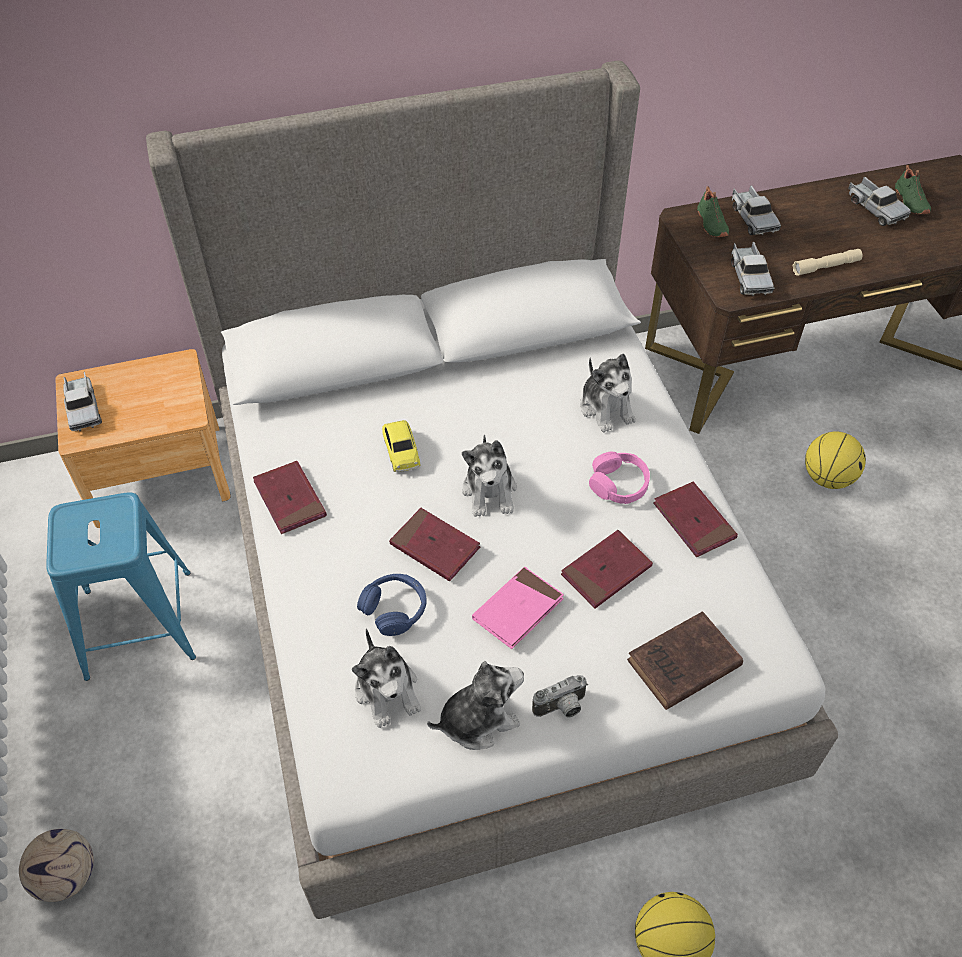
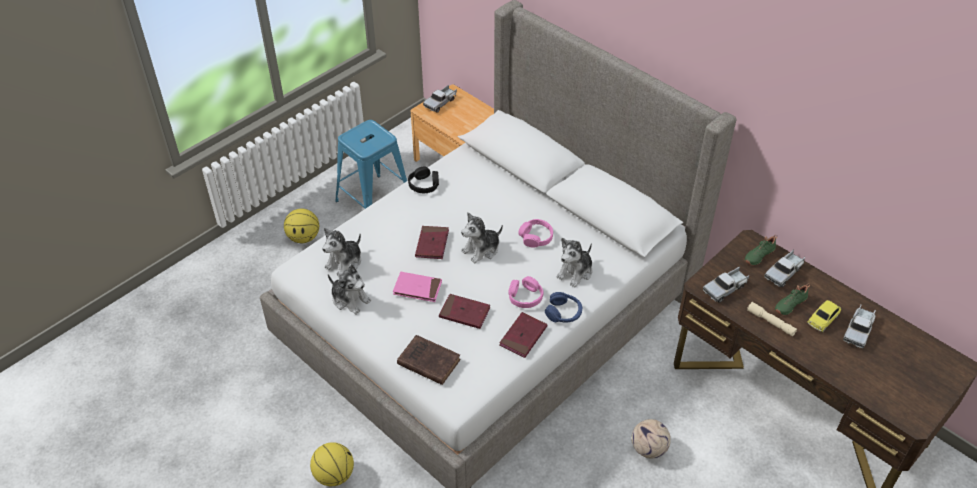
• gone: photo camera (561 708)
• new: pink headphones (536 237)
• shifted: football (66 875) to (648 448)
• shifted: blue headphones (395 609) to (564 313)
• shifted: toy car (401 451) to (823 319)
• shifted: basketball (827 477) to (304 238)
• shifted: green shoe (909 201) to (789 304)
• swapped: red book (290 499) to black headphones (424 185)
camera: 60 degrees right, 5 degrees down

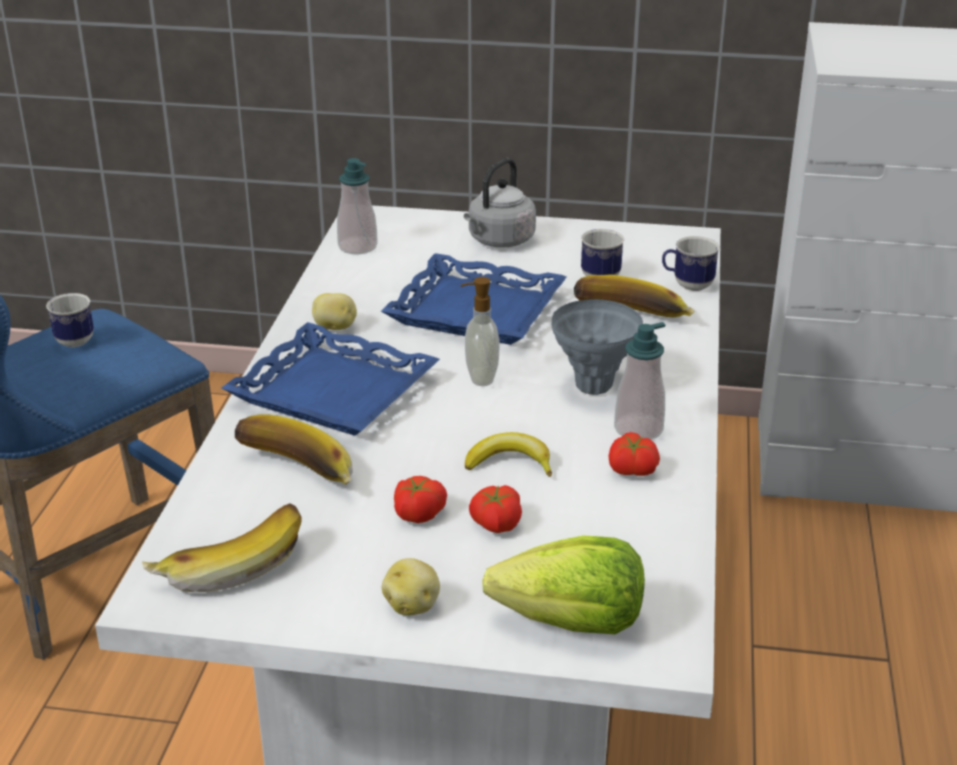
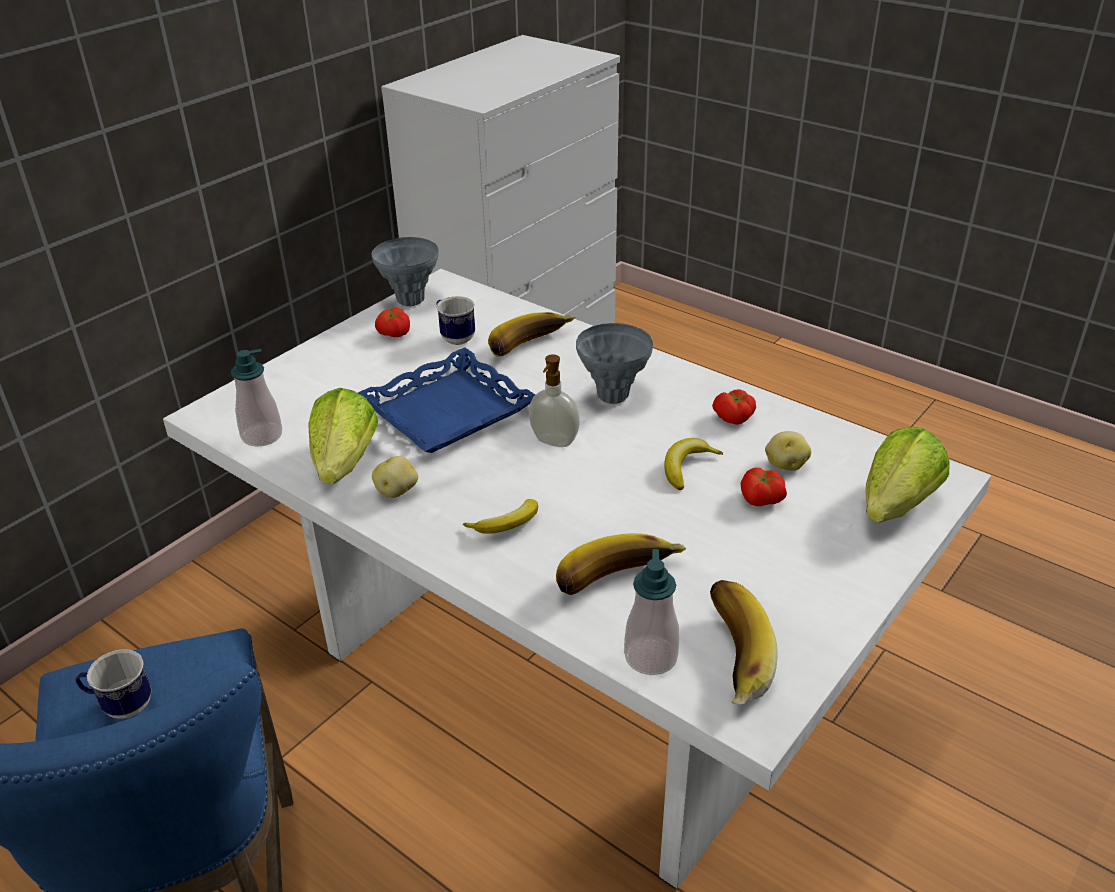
• gone: grey kettle (499 241)
• gone: mug (687 285)
• new: lettuce (344 463)
• new: grey vase (410 301)
• shifted: potato (412 605) to (785 464)
• shifted: tomato (417 513) to (393 333)
• shifted: soap dispenser (638 429) to (650 657)
• swapped: blue tray (332 392) to banana (507 525)
camera: 60 degrees left, 5 degrees up

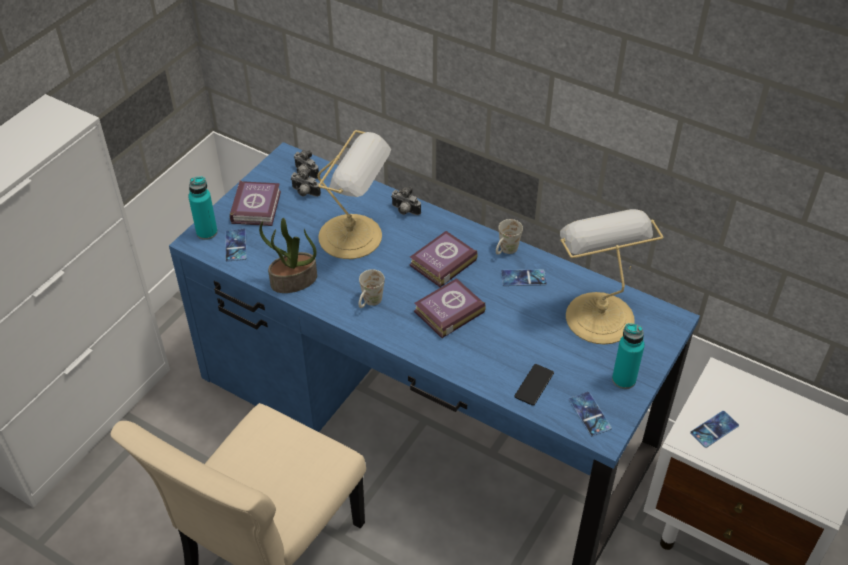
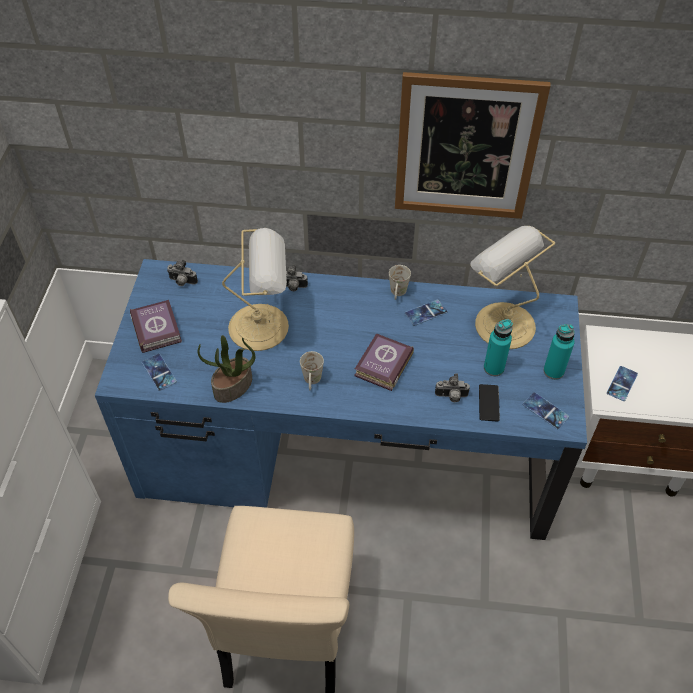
• gone: book (441 263)
• new: picture (466 148)
• shifted: turquoise bottle (207 232) to (493 368)
• shifted: photo camera (304 193) to (451 397)
camera: 25 degrees left, 5 degrees up

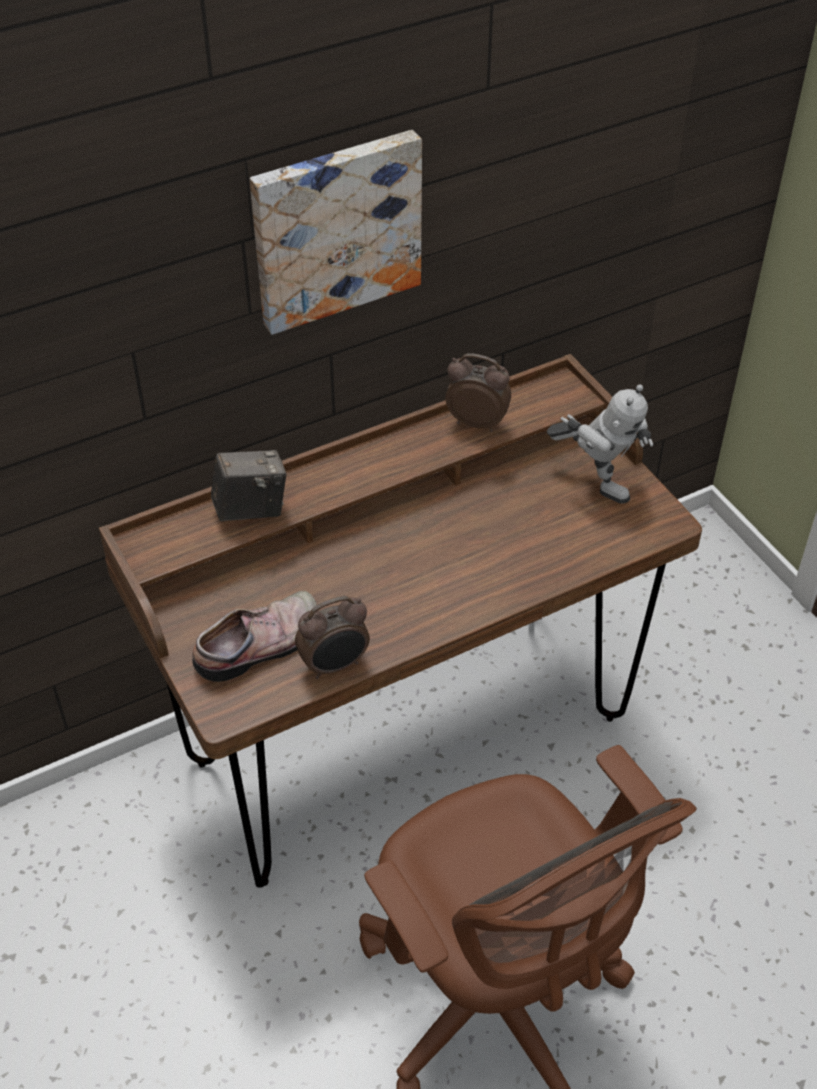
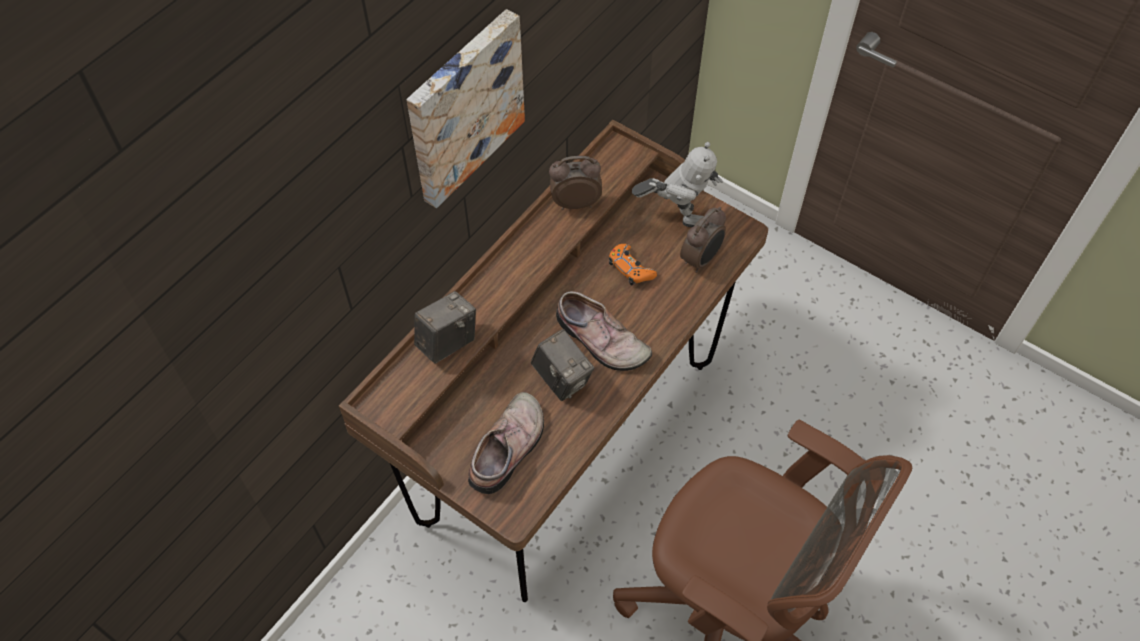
• new: photo camera (562 379)
• new: shoe (600 341)
• new: orange game controller (631 268)
• shifted: alarm clock (335 665) to (701 259)
camera: 25 degrees left, 10 degrees up

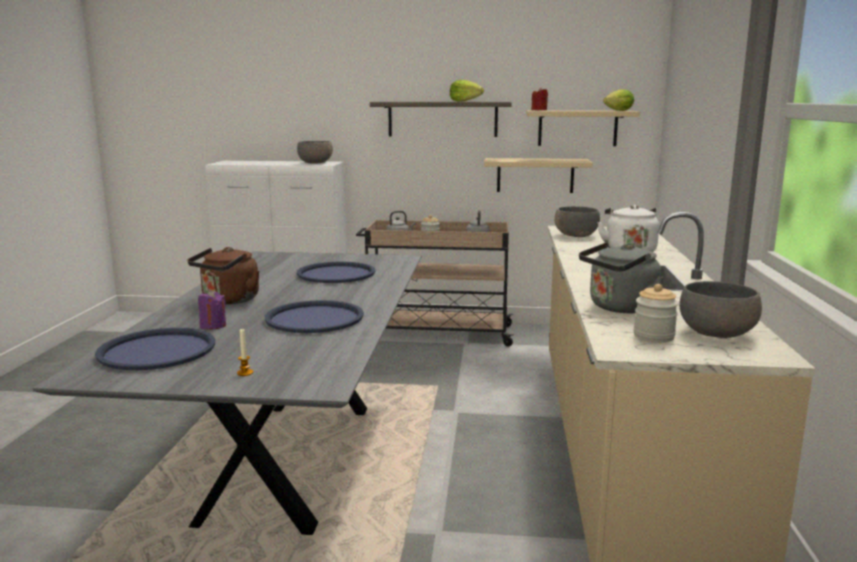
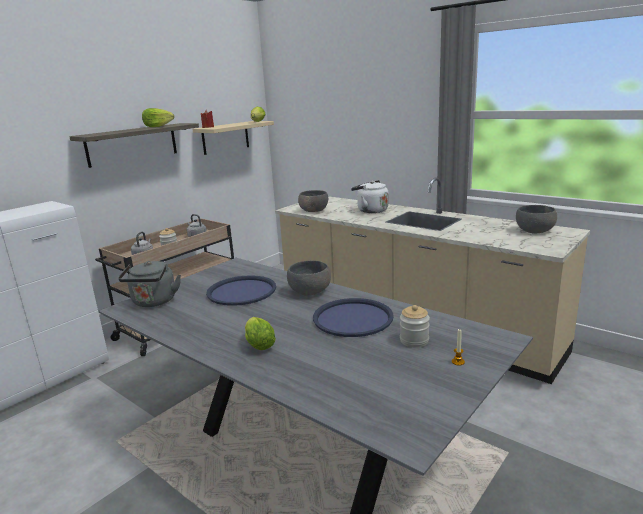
• gone: blue tray (157 351)
• gone: purple candle (213 325)
• gone: beige shelf (535 175)
• shifted: grey bowl (315 163) to (310 291)
• shifted: grey kettle (619 308) to (154 302)
• shifted: jar (653 336) to (414 340)
• swapped: brown kettle (228 301) to lettuce (258 344)
camera: 55 degrees left, 5 degrees up

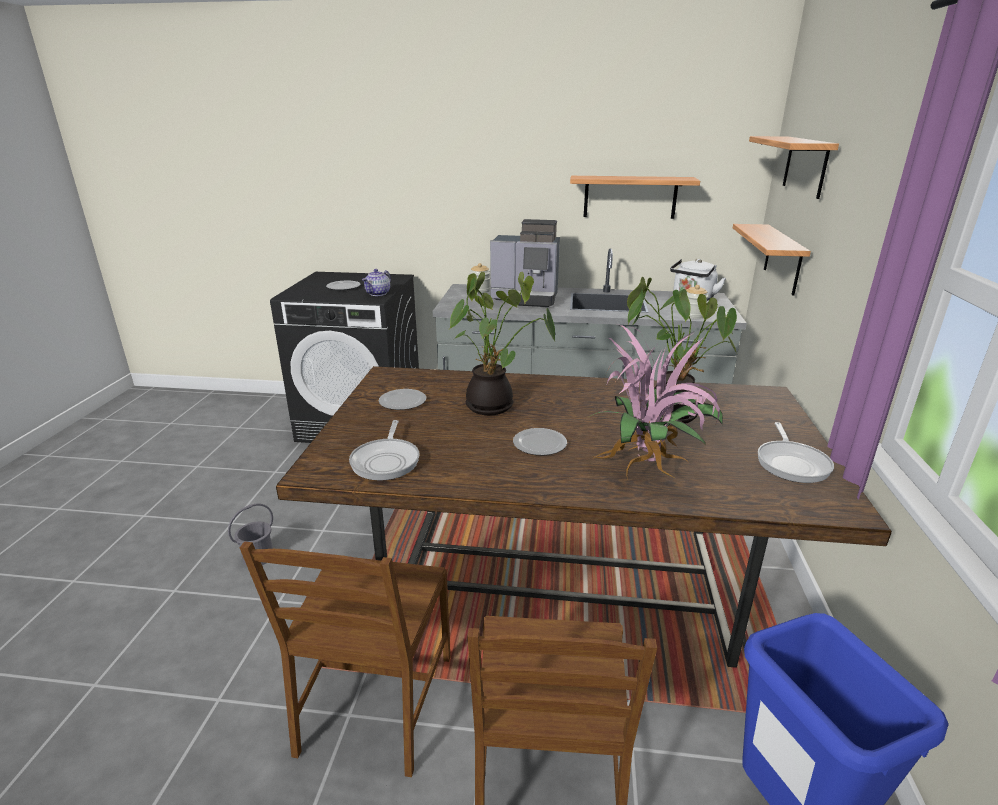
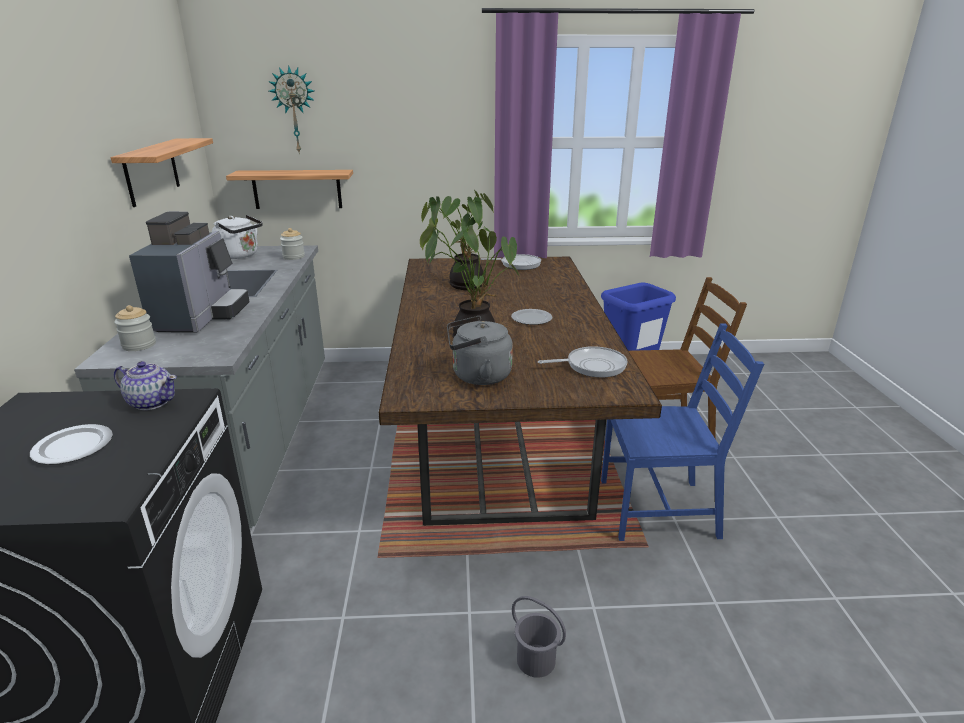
• gone: potted plant (647 468)
• swapped: plate (403 401) to grey kettle (477 376)
• swapped: shelf (805 166) to wall clock (294 110)
• repainted: brown chair (375 704) to blue chair (659 509)
camera: 100 degrees left, 0 degrees up

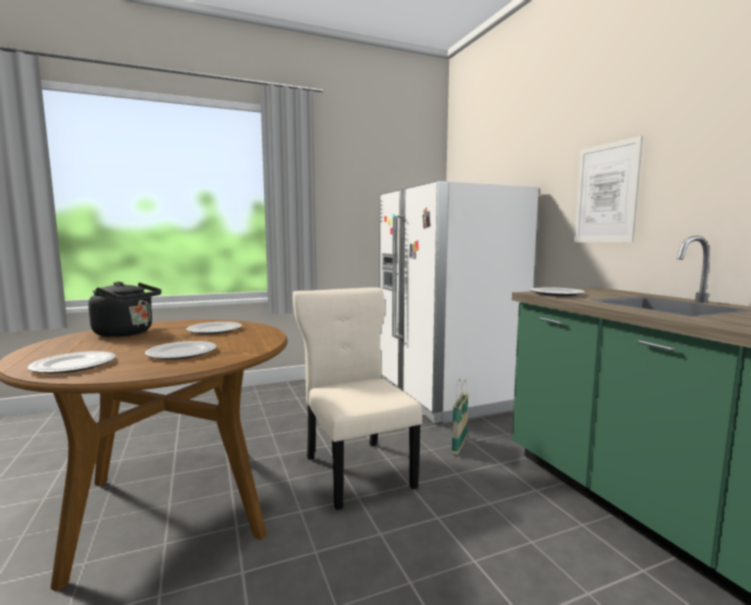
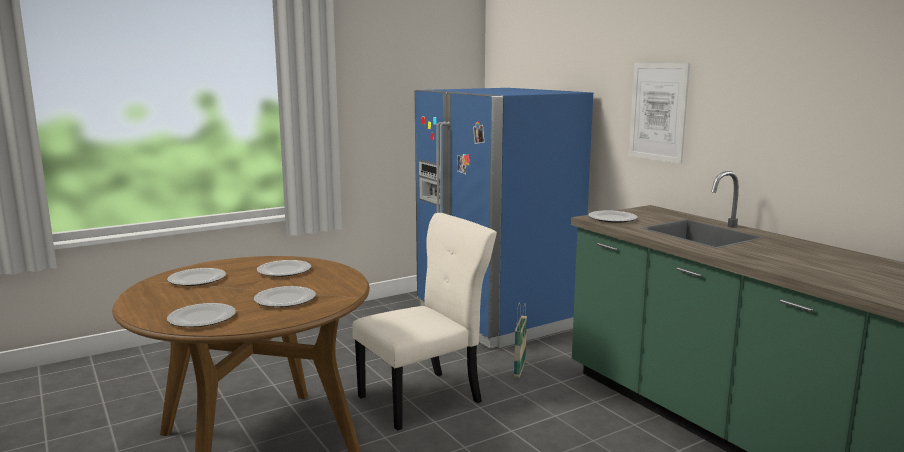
• swapped: black kettle (127 333) to plate (197 279)
• repainted: white fridge (446 395) to blue fridge (496 317)
• rotated: beige chair (357 469) = (424 398) 90 degrees clockwise
camera: 10 degrees left, 5 degrees up

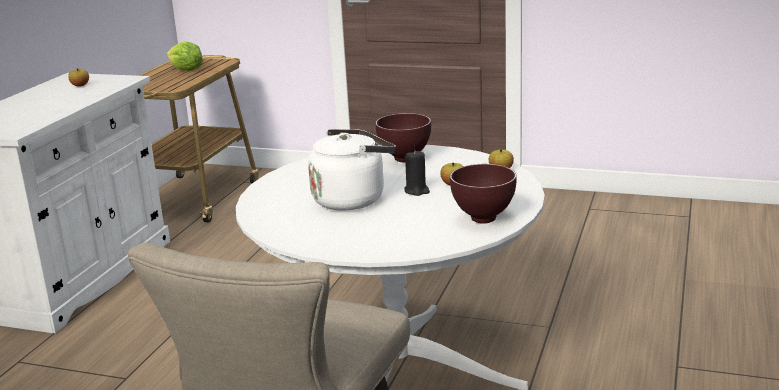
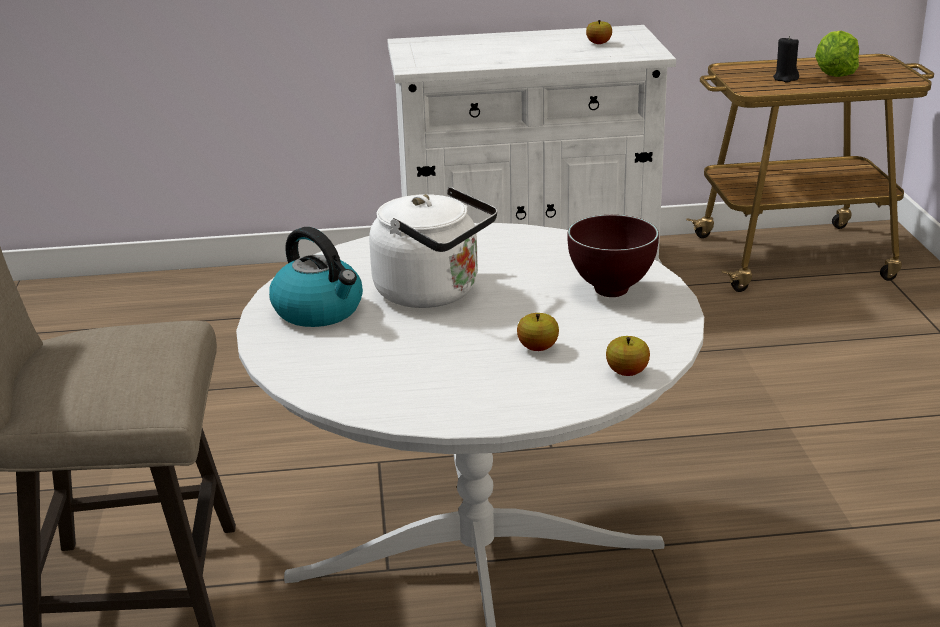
• gone: brown bowl (482 220)
• new: kettle (319 311)
• shifted: black candle (417 191) to (785 78)
camera: 65 degrees right, 5 degrees up

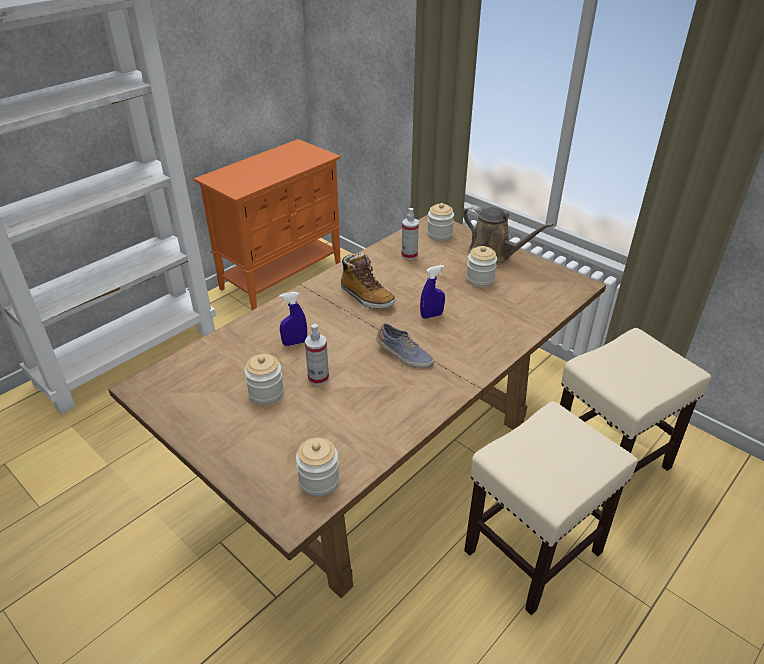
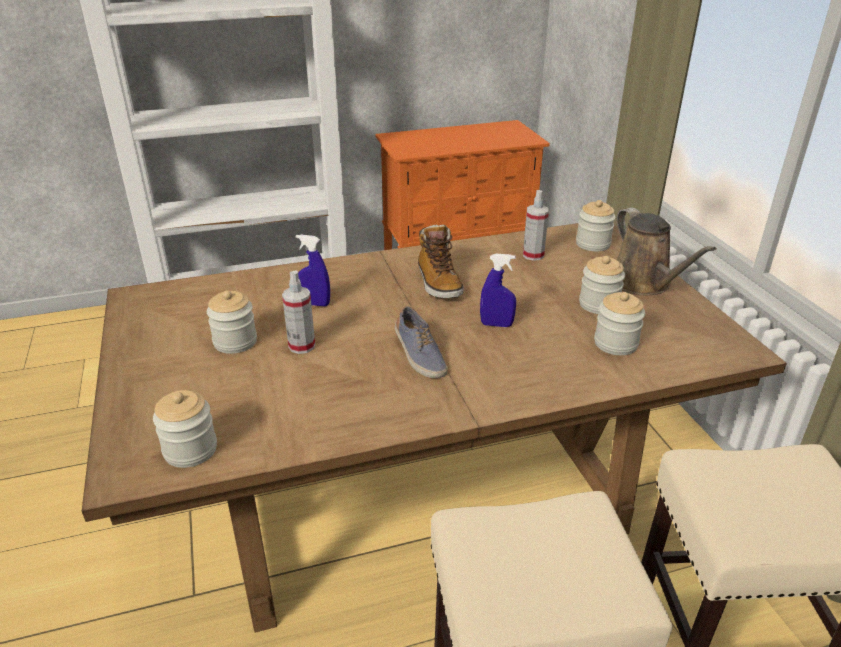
• new: jar (615 343)
camera: 30 degrees right, 5 degrees down

